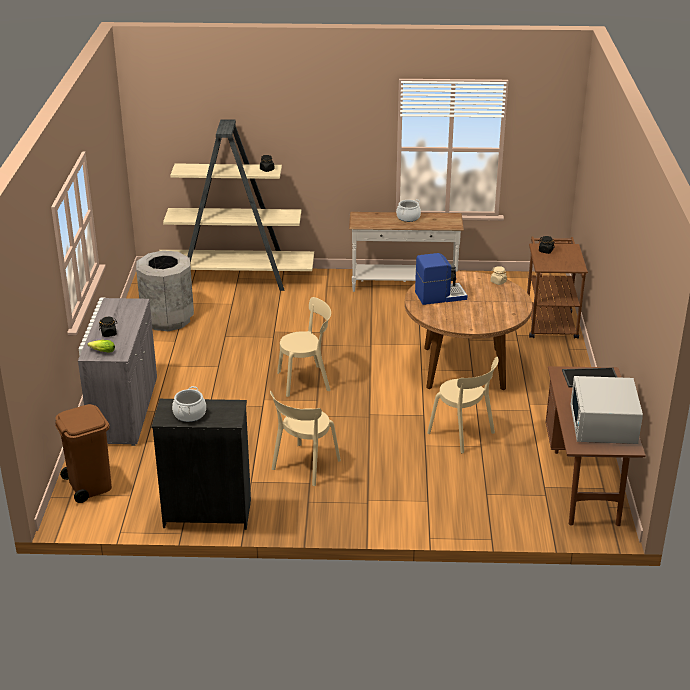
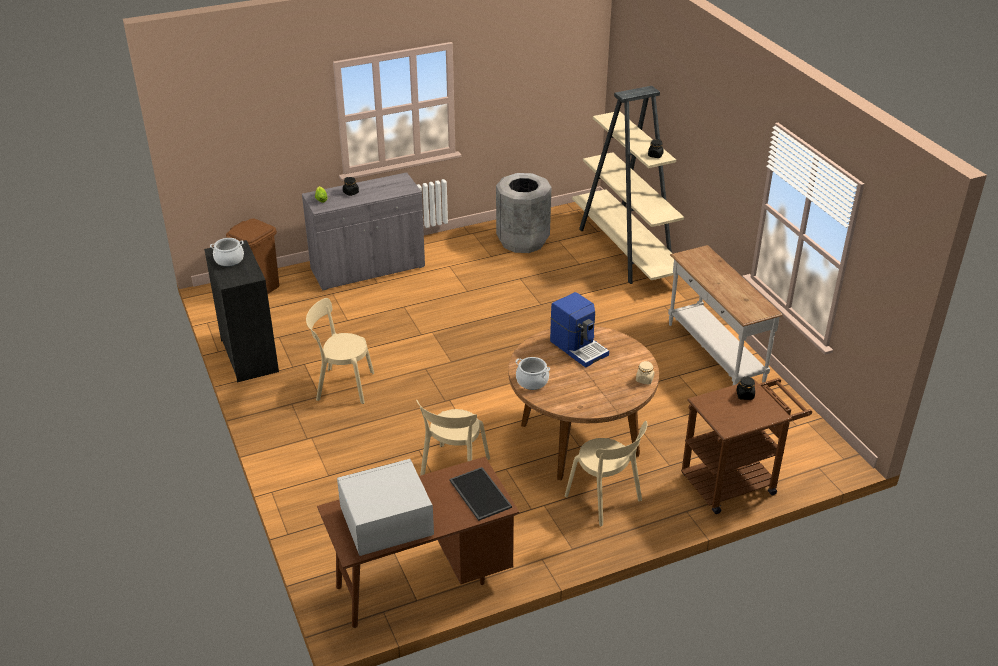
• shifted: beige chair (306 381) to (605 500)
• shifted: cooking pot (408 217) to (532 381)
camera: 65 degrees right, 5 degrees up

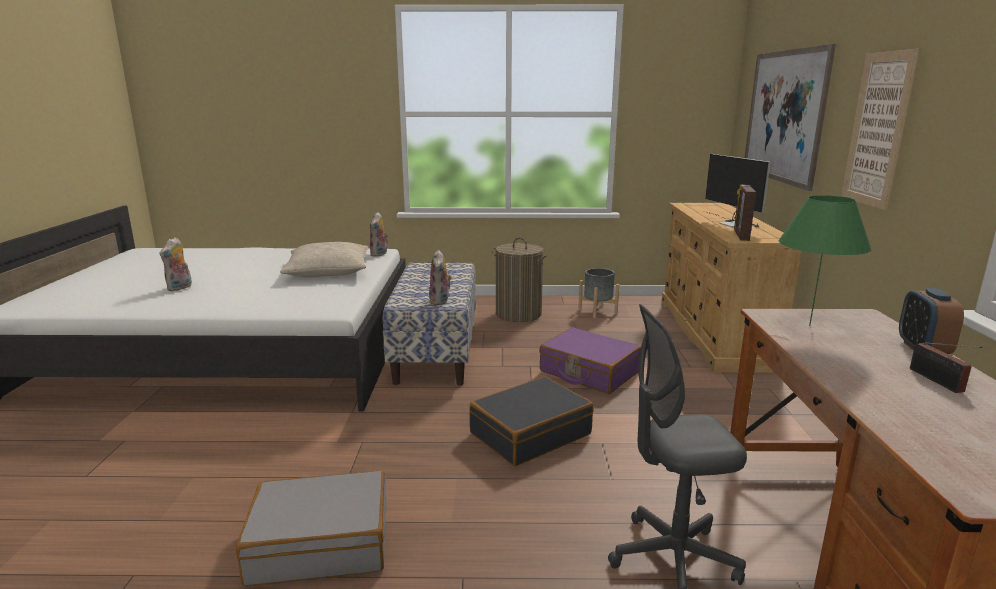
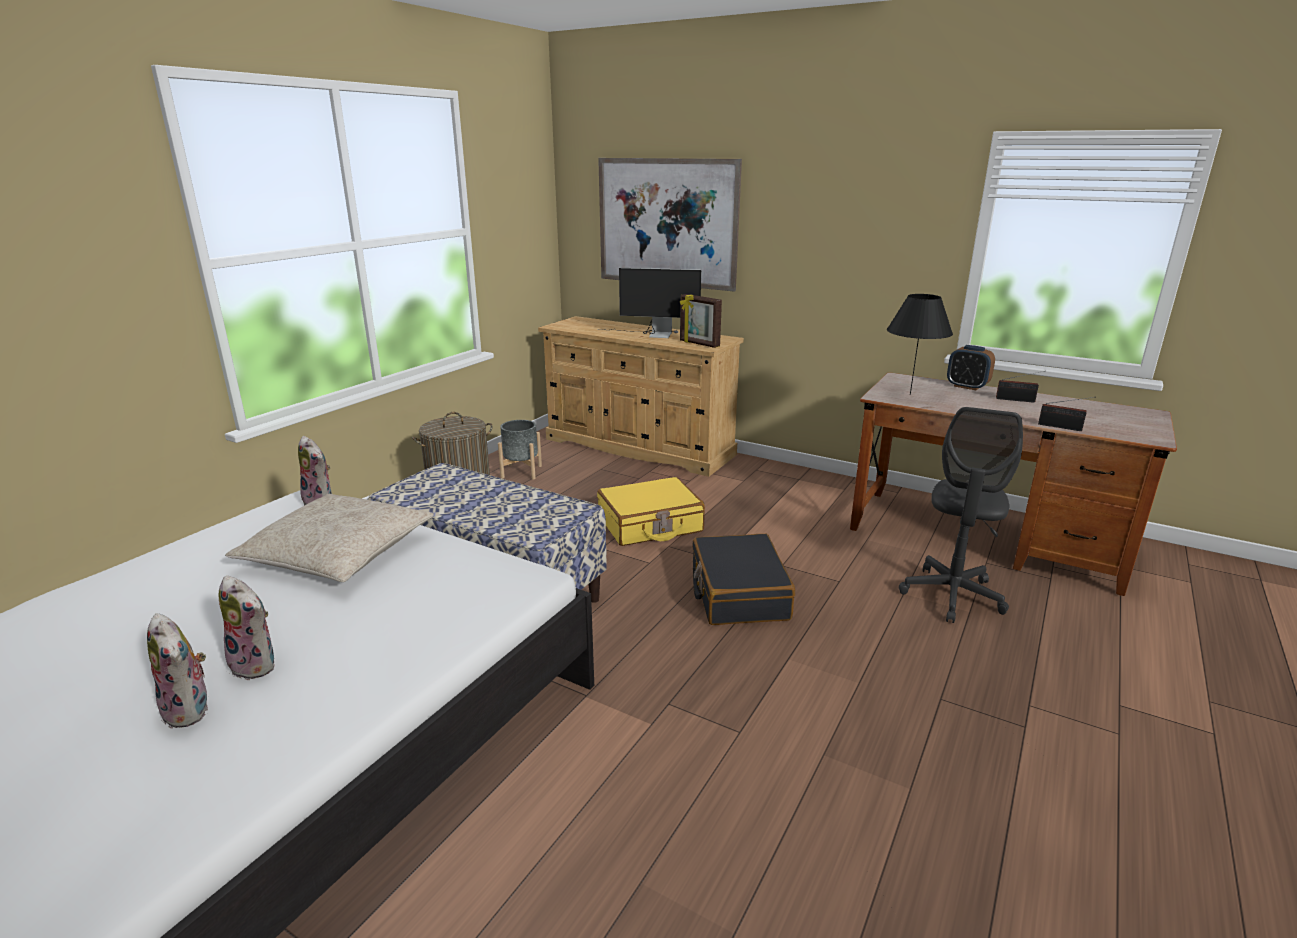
• gone: grey suitcase (321 543)
• gone: picture (877 130)
• new: radio (1062 427)
• shifted: plush toy (440 301) to (258 664)
• repainted: purple suitcase (588 372) to yellow suitcase (650 525)
• repainted: green table lamp (809 325) to black table lamp (910 394)
camera: 60 degrees left, 5 degrees up

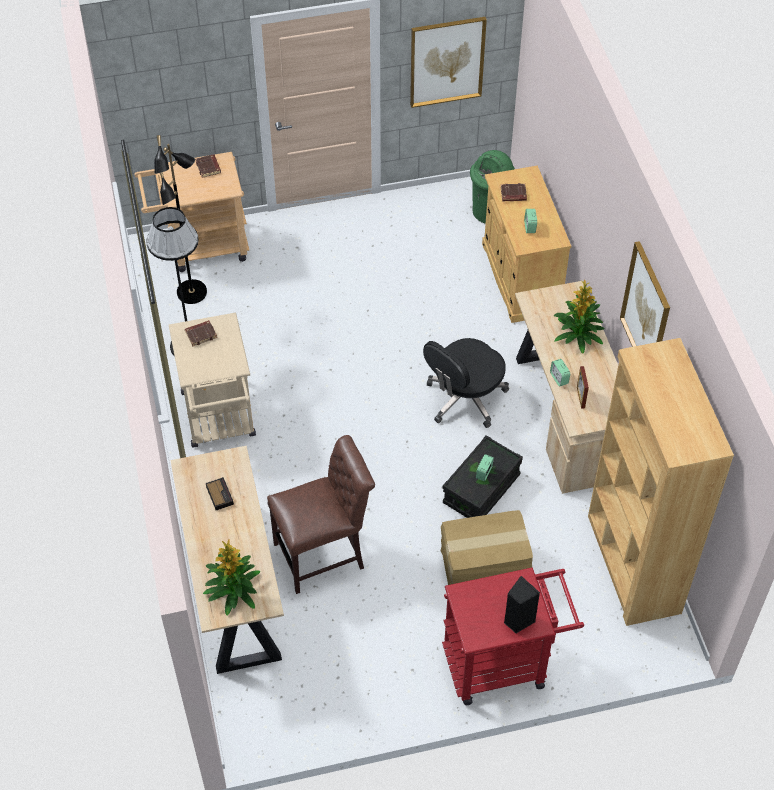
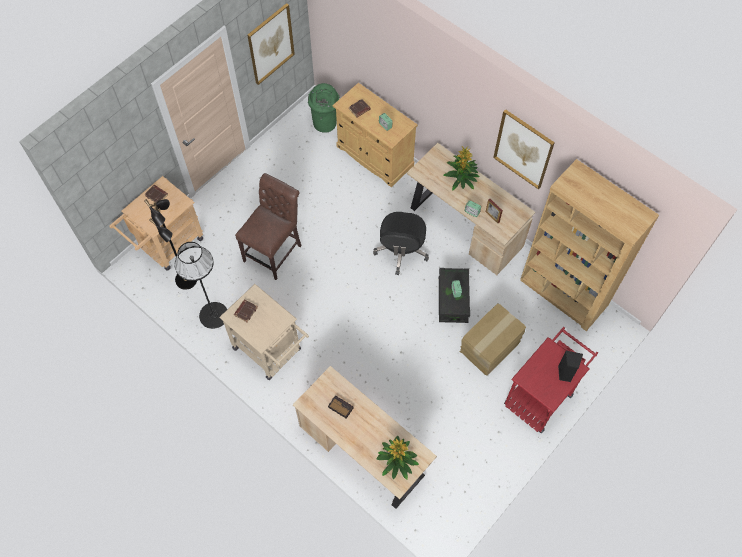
• shifted: brown chair (324 554) to (275 251)
camera: 35 degrees left, 10 degrees up

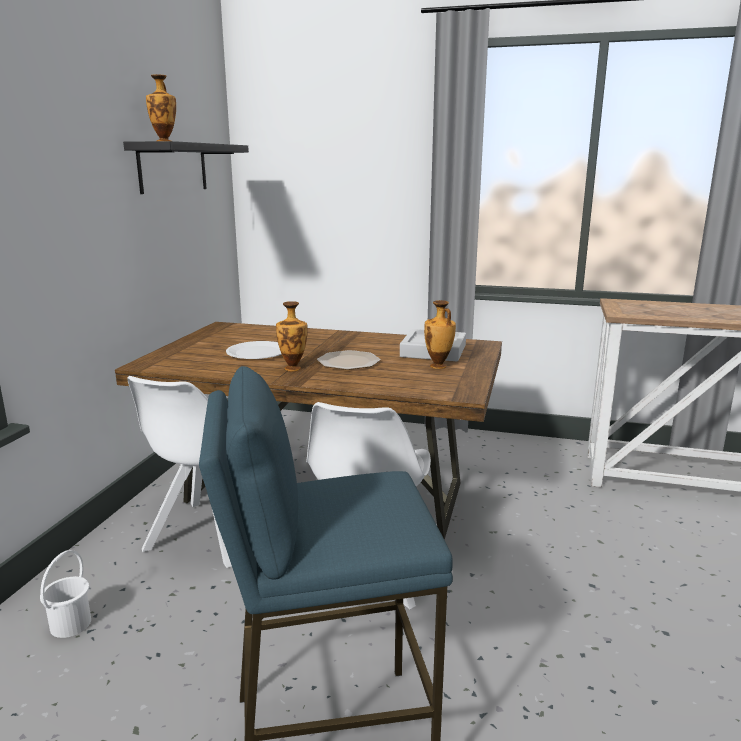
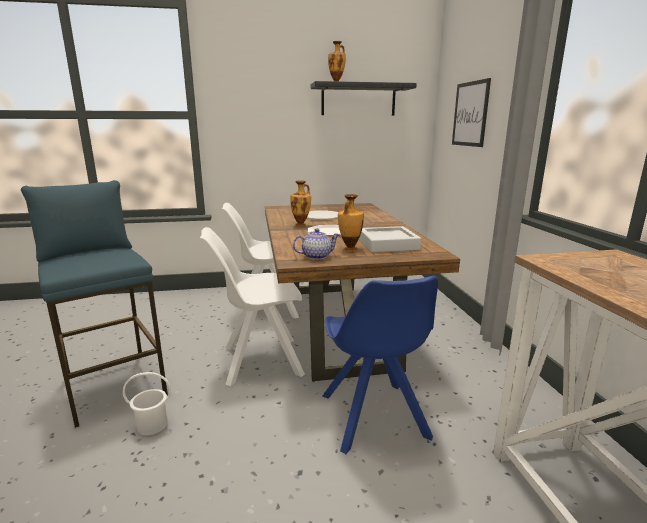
• new: teapot (316 256)
• new: blue chair (374 418)
• new: picture (470 114)
• shifted: white bucket (70 624) to (152 425)
camera: 65 degrees right, 0 degrees up

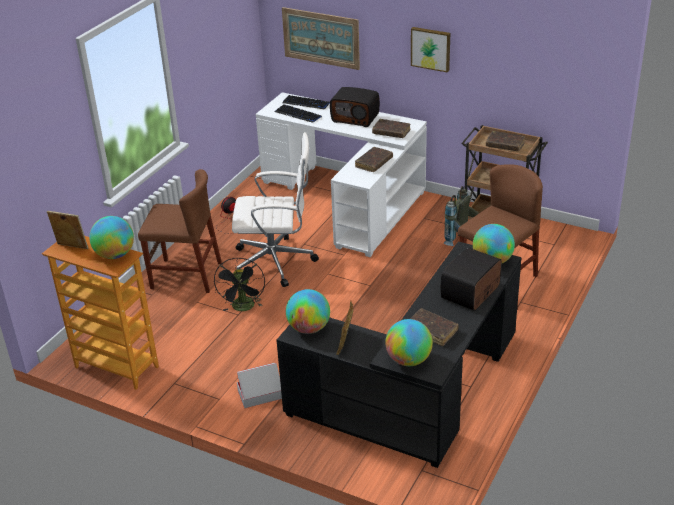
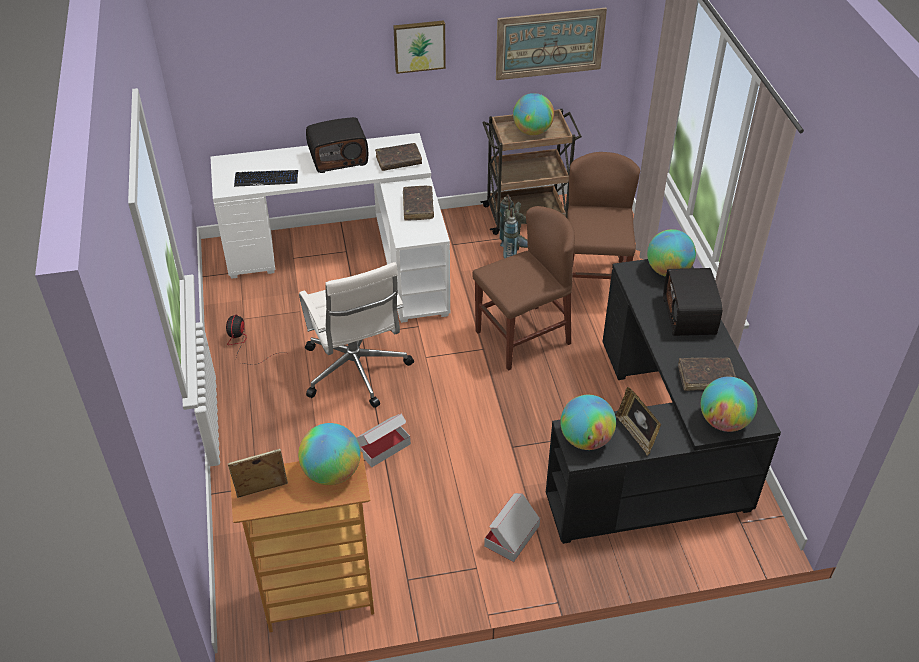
• gone: keyboard (306 103)
• shifted: brown chair (186 275) to (522 337)
• shifted: picture (321 38) to (550 43)
• swapped: black fan (243 308) to cardboard box (382 445)
• swapped: brown book (505 145) to globe (532 131)
• rotated: white office chair (276 262) = (356 371) 105 degrees clockwise
camera: 40 degrees left, 10 degrees up

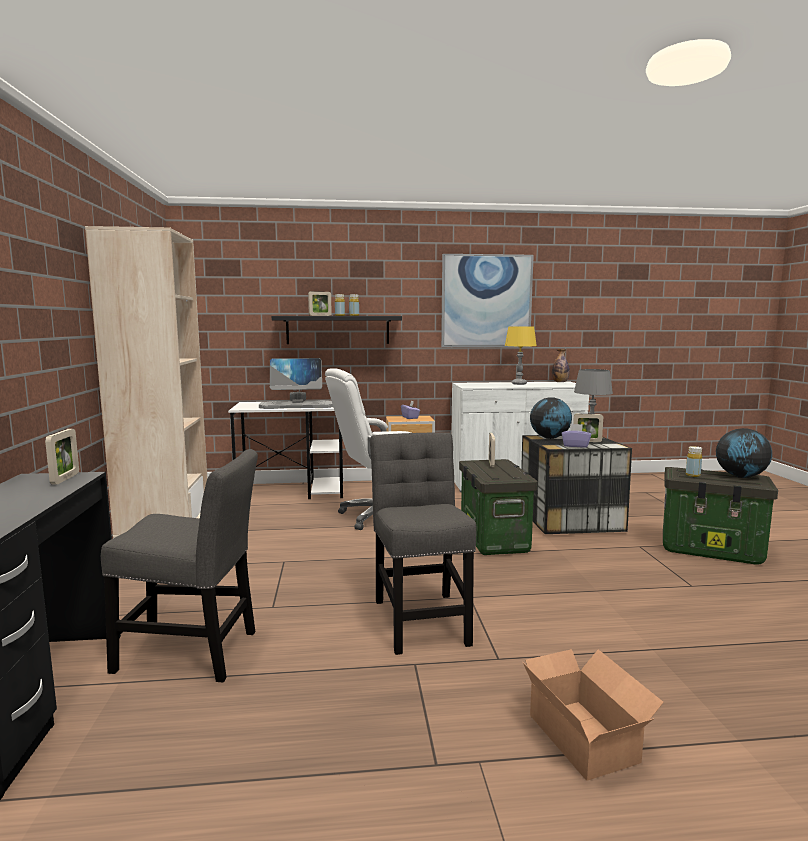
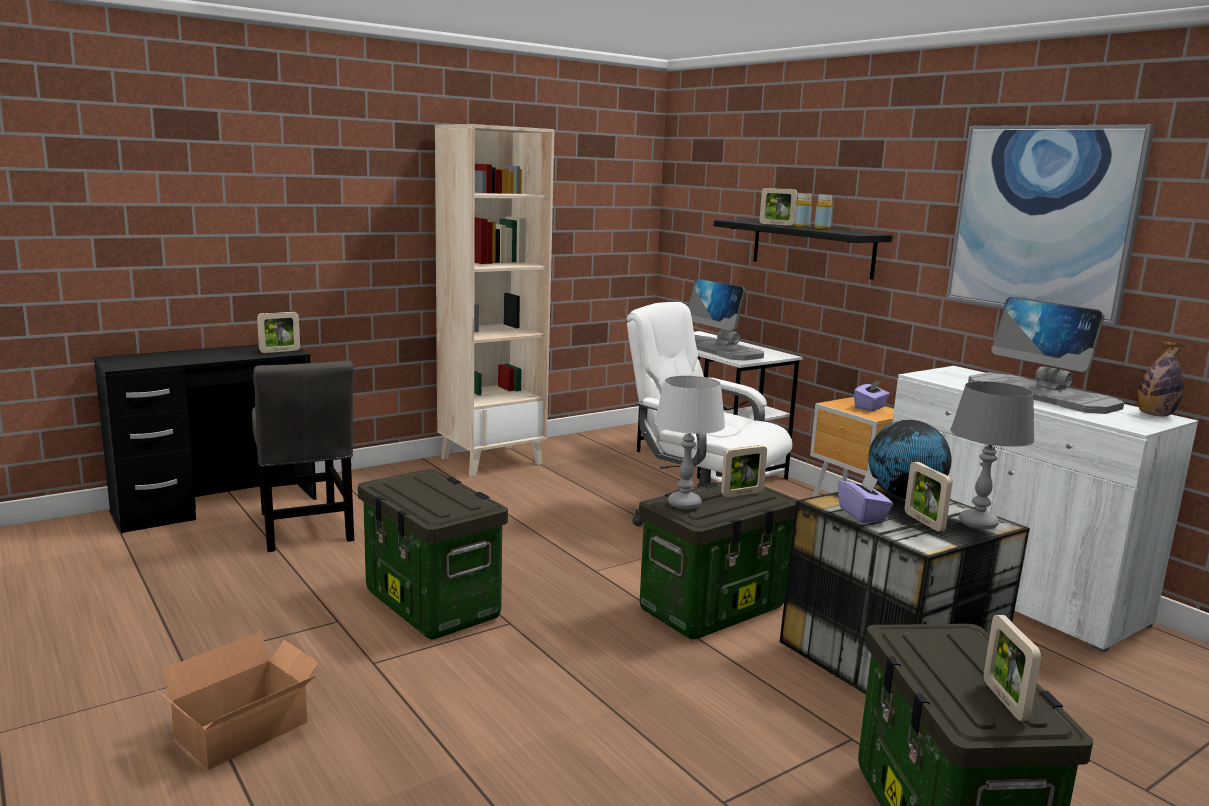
• gone: yellow bottle (693 475)
• new: grey table lamp (684 504)
• swapped: grey chair (420 618) to storage box (434 605)
• swapped: yellow table lamp (519 384) to monitor (1042 395)
• swapped: globe (741 476) to picture frame (1005 700)
camera: 60 degrees right, 5 degrees up

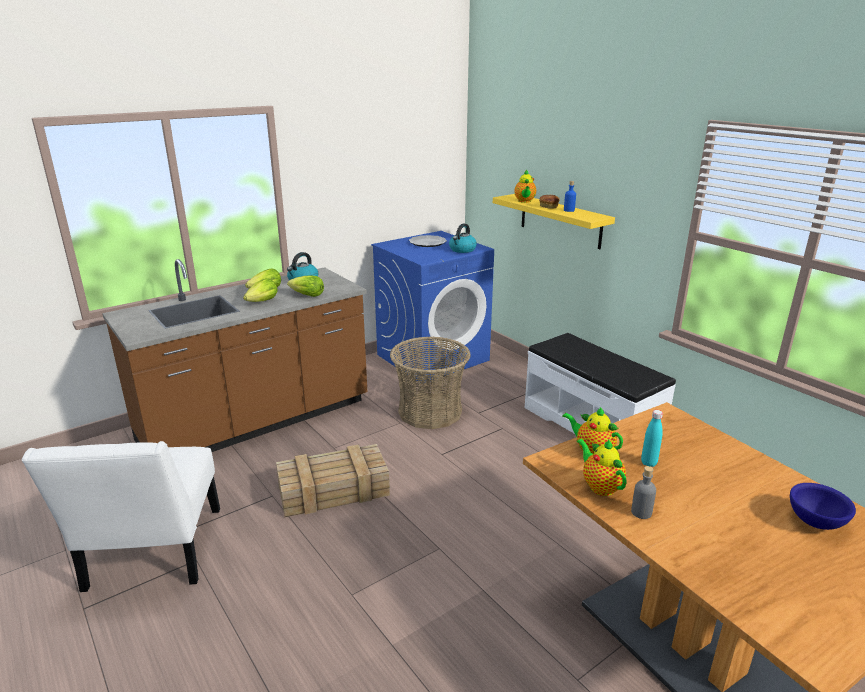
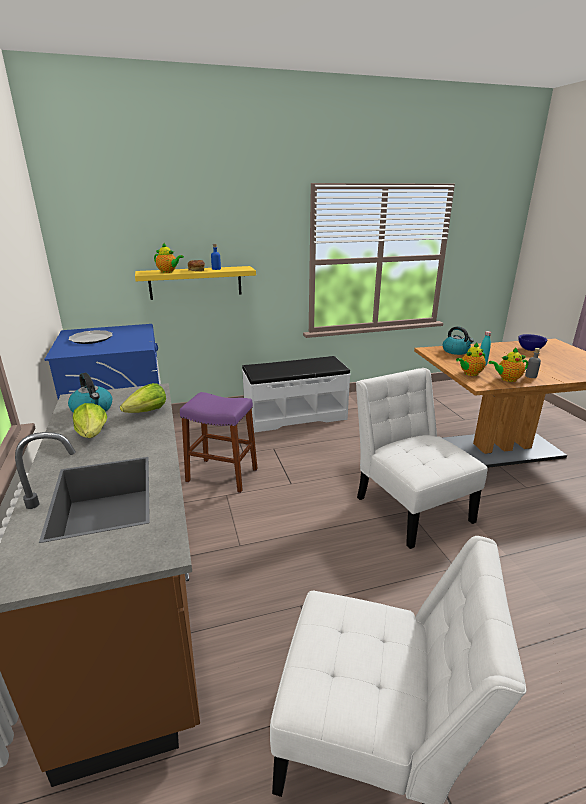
• gone: lettuce (262 302)
• gone: crate (335 490)
• new: white chair (410 505)
• shifted: kettle (462 250) to (456 351)
• swapped: basket (430 412) to purple stool (222 475)
camera: 70 degrees left, 0 degrees up

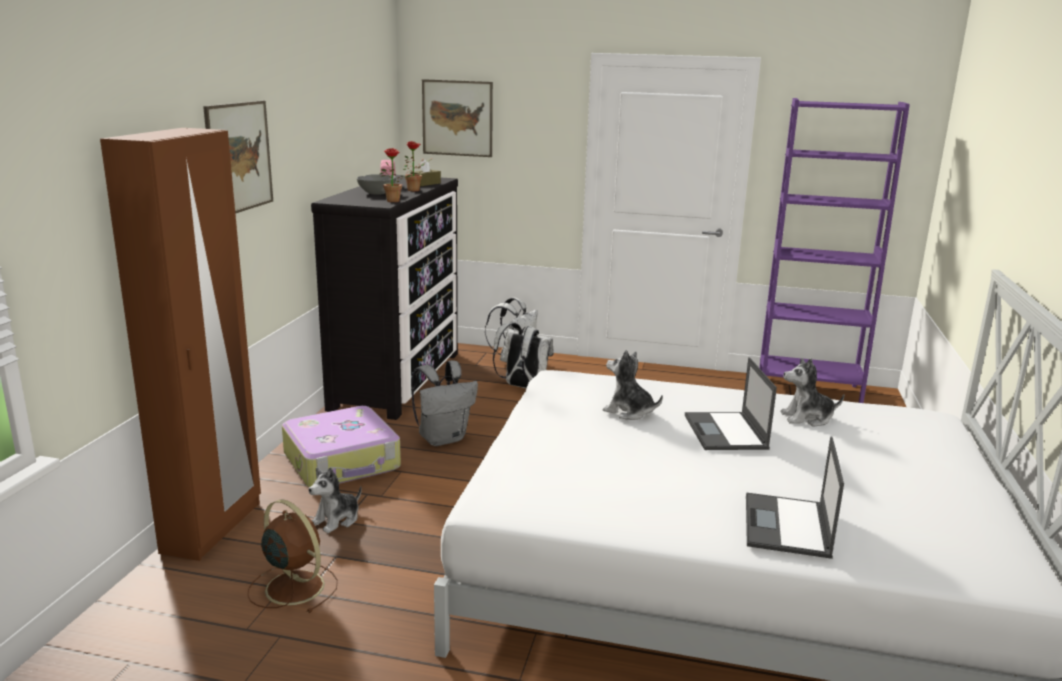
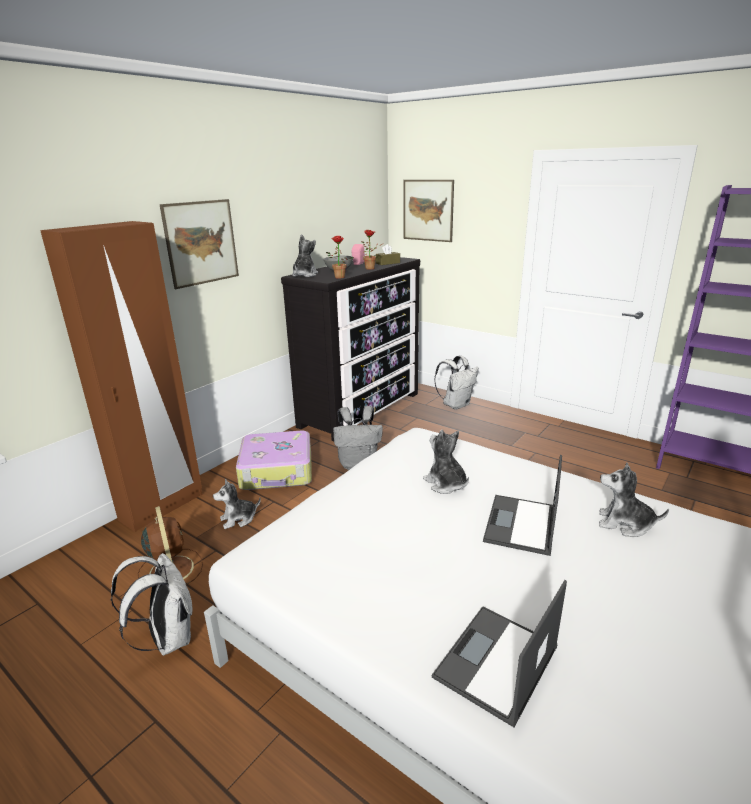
• new: plush toy (304 275)
• shifted: white backpack (522 386) to (167 638)
camera: 25 degrees right, 5 degrees up

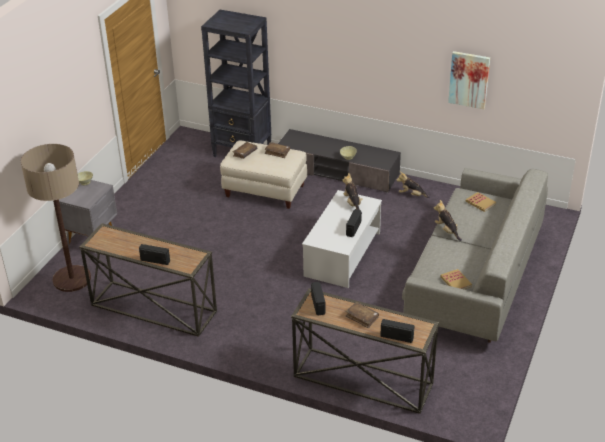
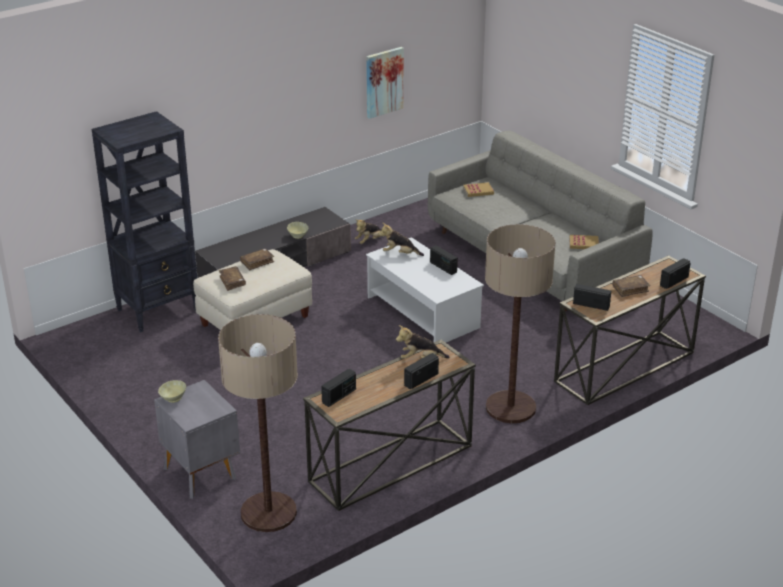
• new: radio (339 396)
• new: floor lamp (510 408)
• shifted: plush toy (447 231) to (420 359)
camera: 60 degrees left, 5 degrees down

